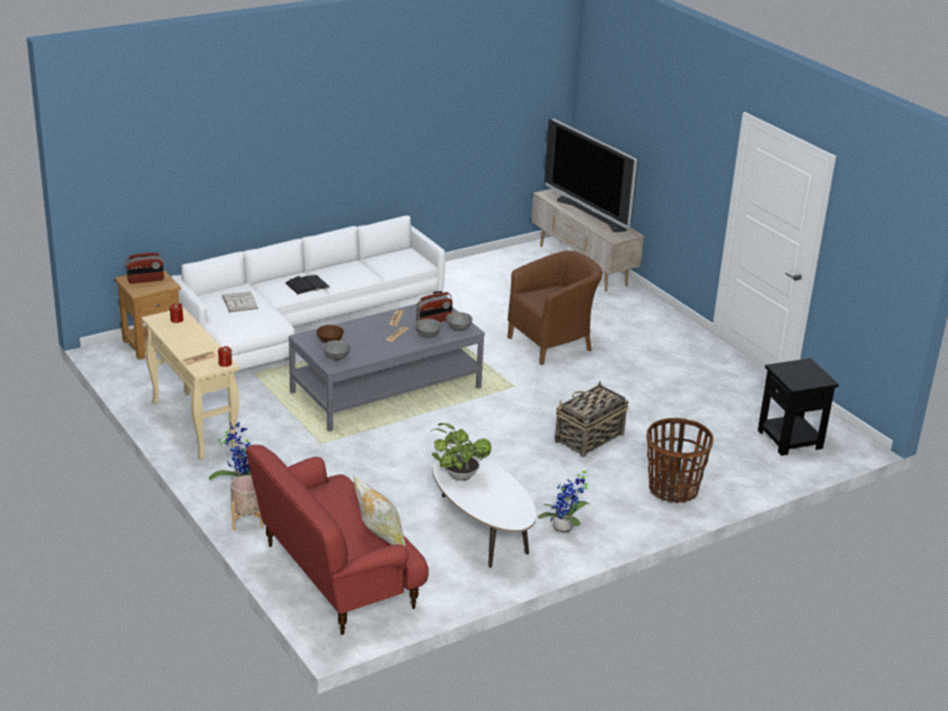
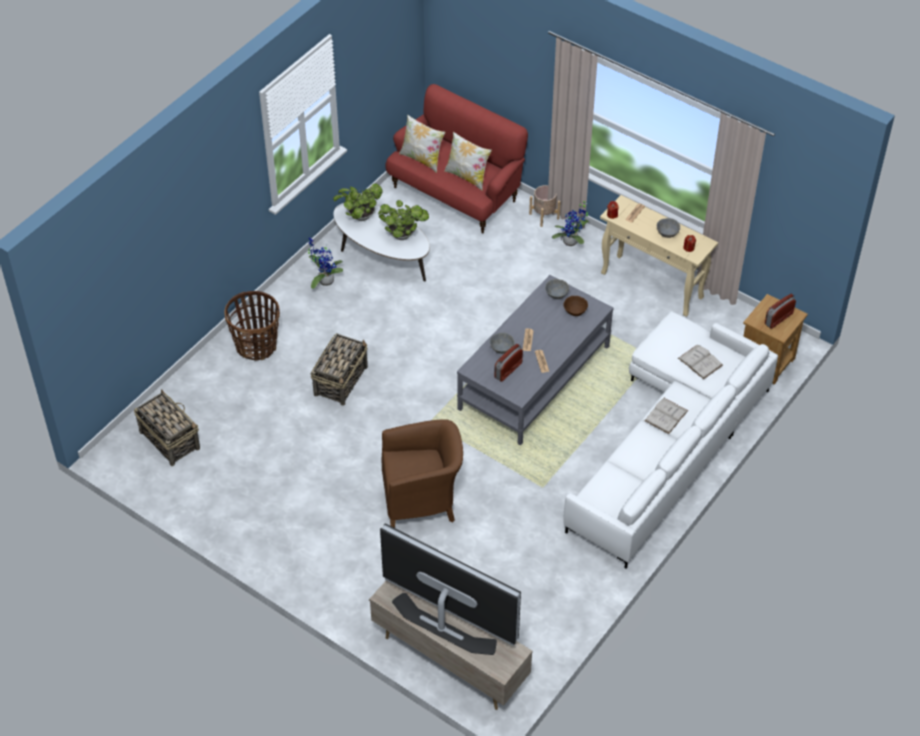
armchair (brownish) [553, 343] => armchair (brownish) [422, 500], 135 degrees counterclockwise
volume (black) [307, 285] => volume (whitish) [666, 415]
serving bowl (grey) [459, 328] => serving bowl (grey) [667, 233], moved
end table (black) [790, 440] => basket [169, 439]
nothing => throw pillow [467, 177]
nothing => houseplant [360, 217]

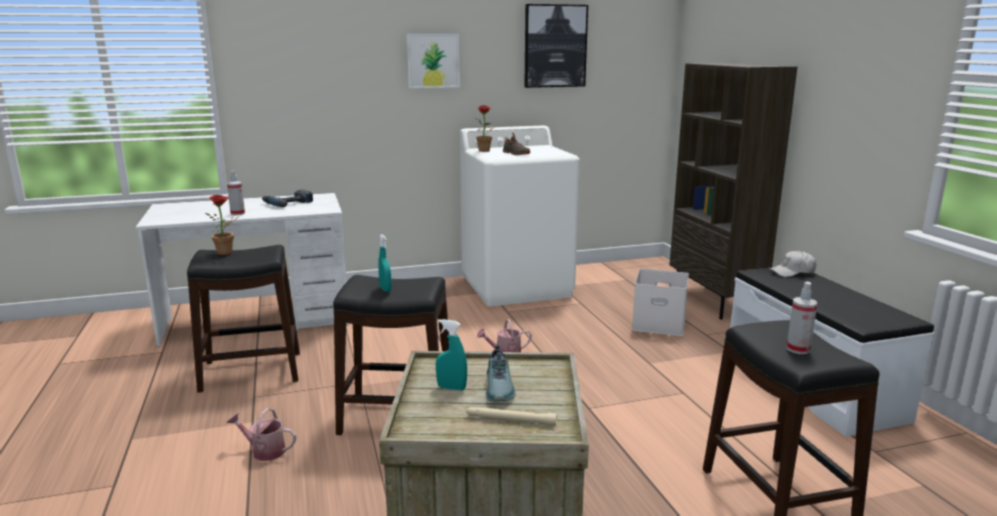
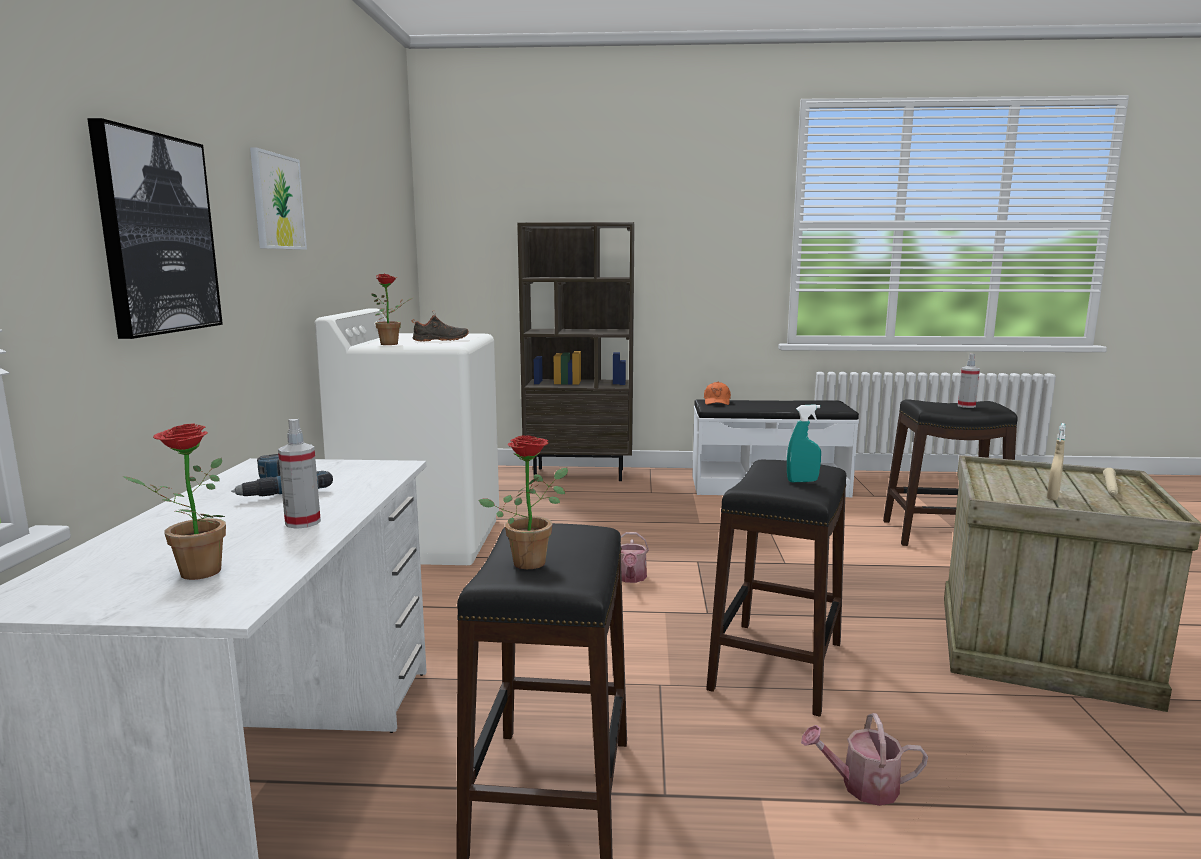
picture [555, 46] => picture [157, 234], moved
peaked cap (whitish) [792, 272] => peaked cap (orange-coloured) [717, 402]
storage bin (whitish) [660, 323] => nothing
sprayer (turquoise) [451, 388] => sprayer (sand-coloured) [1052, 497]
shoe [500, 388] => nothing
watering can [264, 451] => watering can [861, 786], 60 degrees clockwise
nothing => houseplant [191, 573]

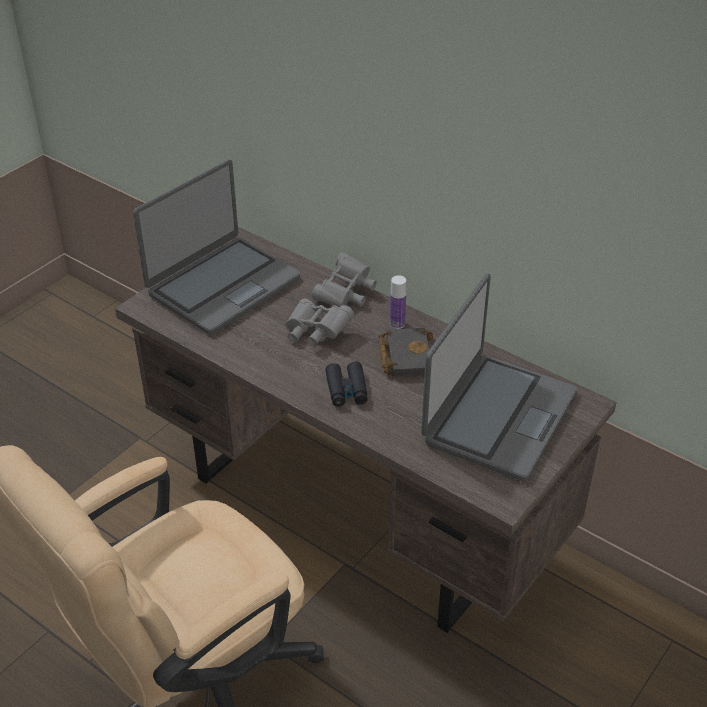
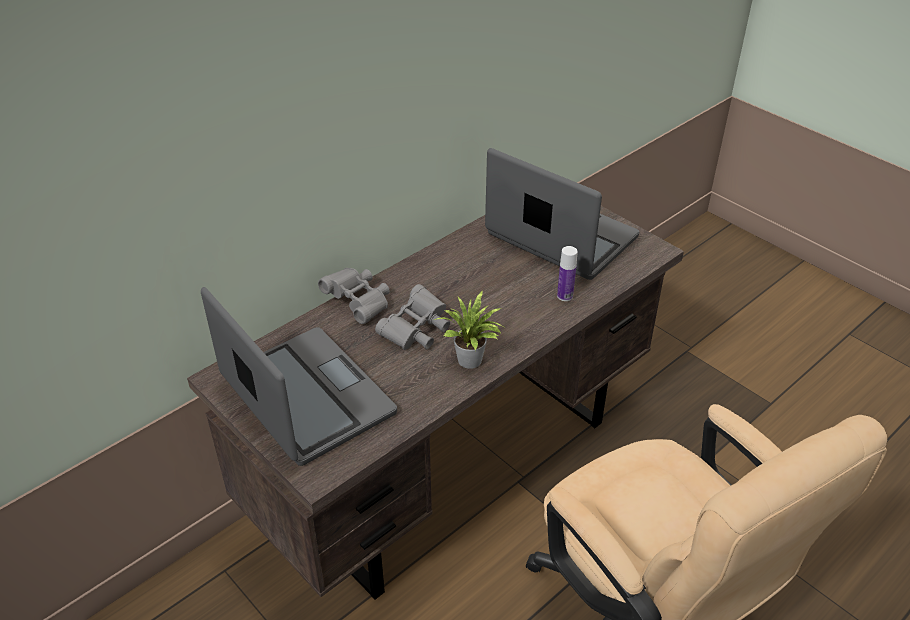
bottle [397, 324] => bottle [565, 296], moved
volume (black) [405, 356] => nothing
pair of binoculars (black) [346, 390] => nothing
nothing => houseplant [471, 362]

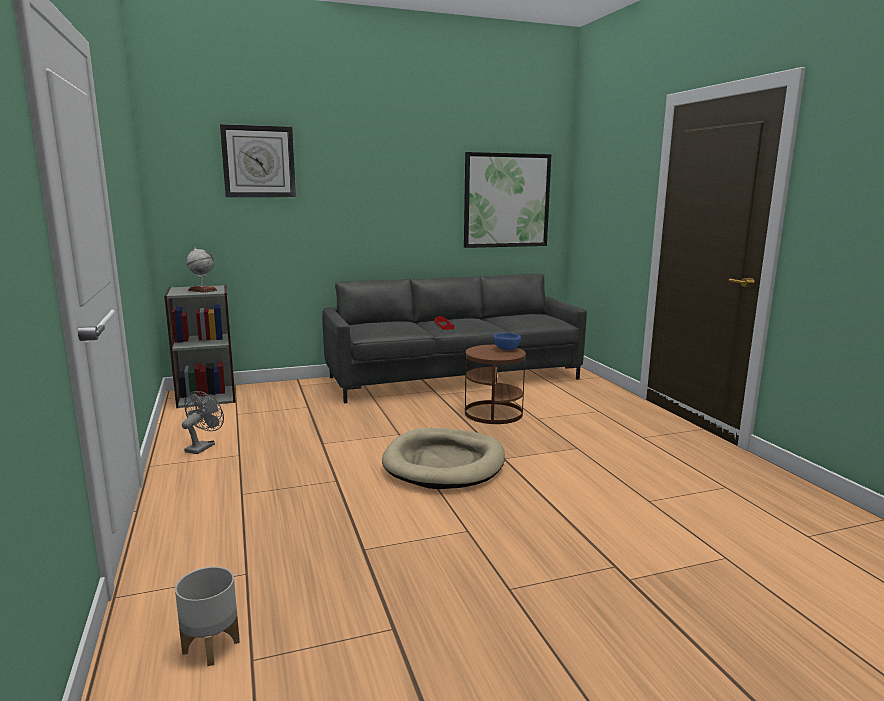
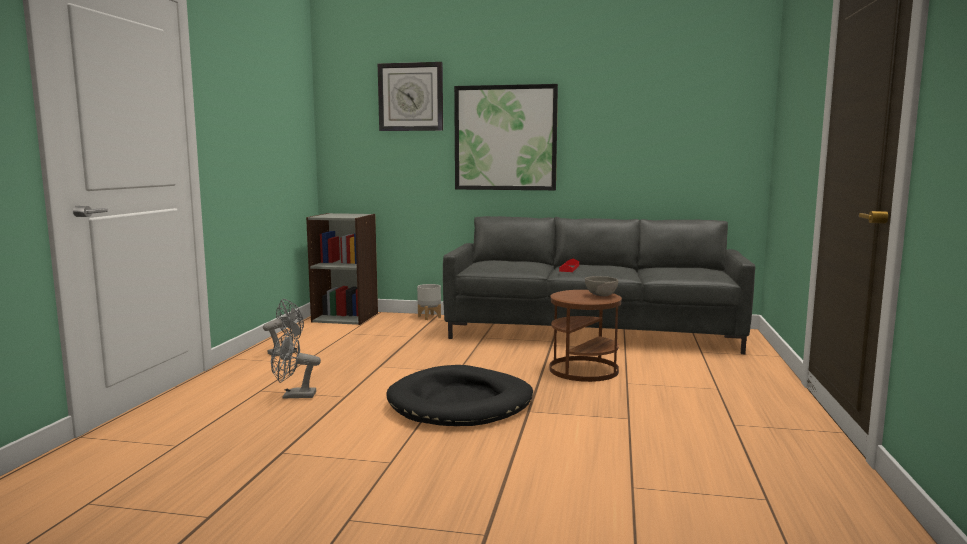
picture [506, 200] => picture [505, 138], moved
desk globe [202, 290] => nothing
serving bowl (blue) [507, 349] => serving bowl (grey) [601, 295]
dog bed (sand-coloured) [444, 463] => dog bed (black) [461, 403]
plant pot (grey) [212, 646] => plant pot (grey) [429, 317], moved
nothing => cooling fan (grey) [293, 396]

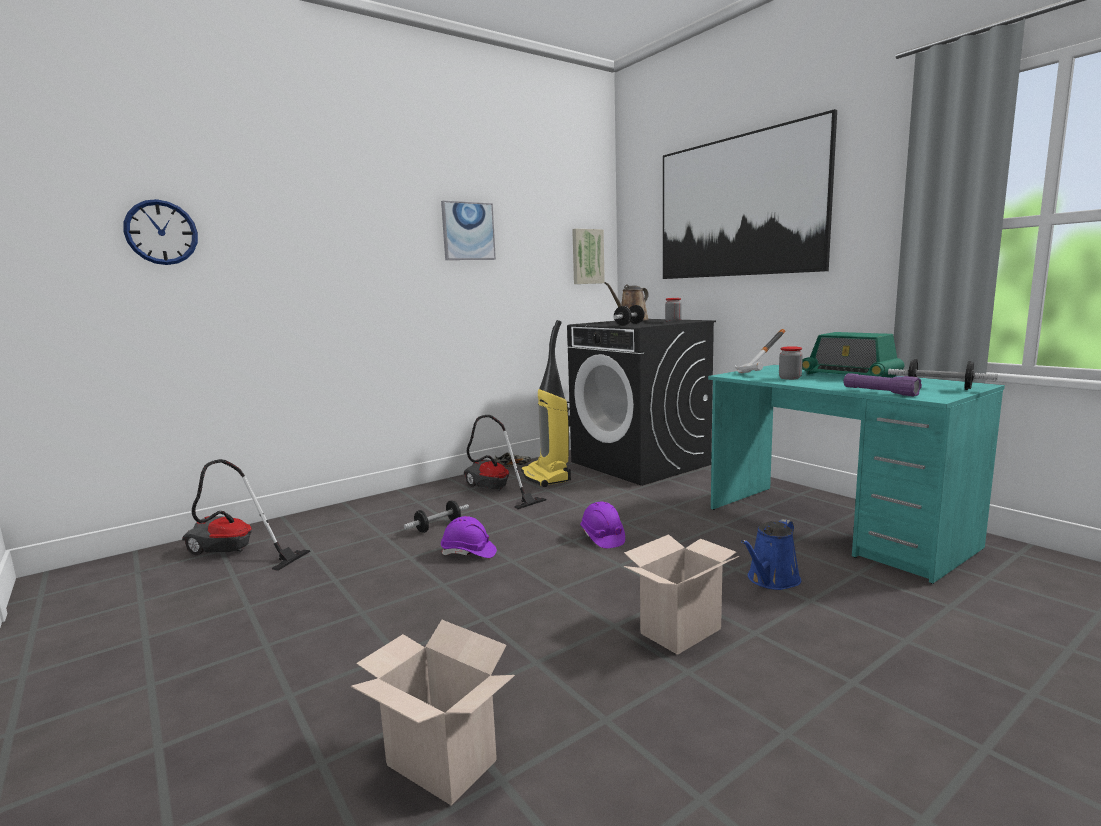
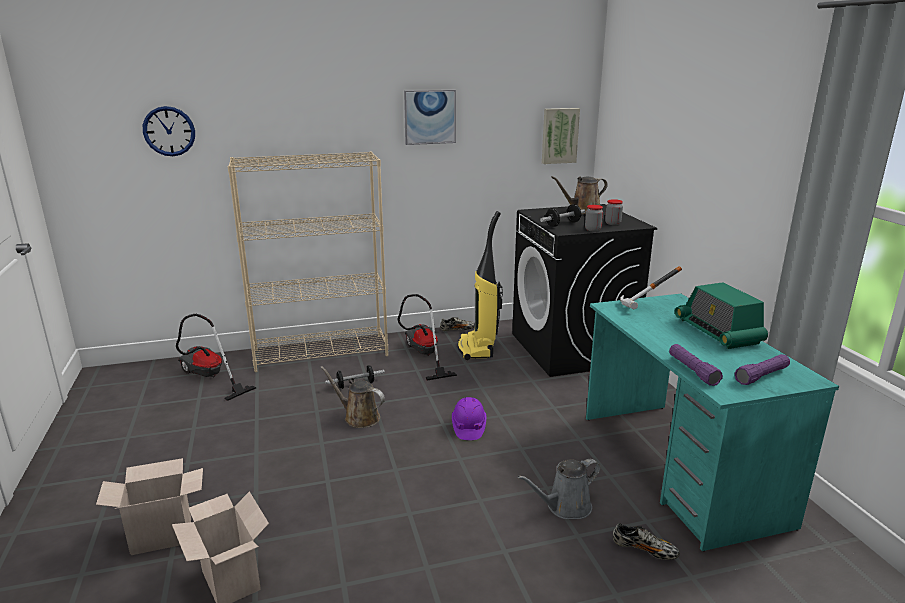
picture [738, 207] => nothing
storage jar [790, 378] => storage jar [593, 229], moved
free weight [939, 388] => torch (purplish) [762, 376]
safety helmet (purplish) [468, 553] => watering can (brownish) [359, 417]
watering can (blue) [771, 580] => watering can (grey) [565, 507]
carton [680, 629] => carton [164, 534], moved
nothing => bookshelf (sand-coloured) [321, 352]
nothing => shoe [644, 550]

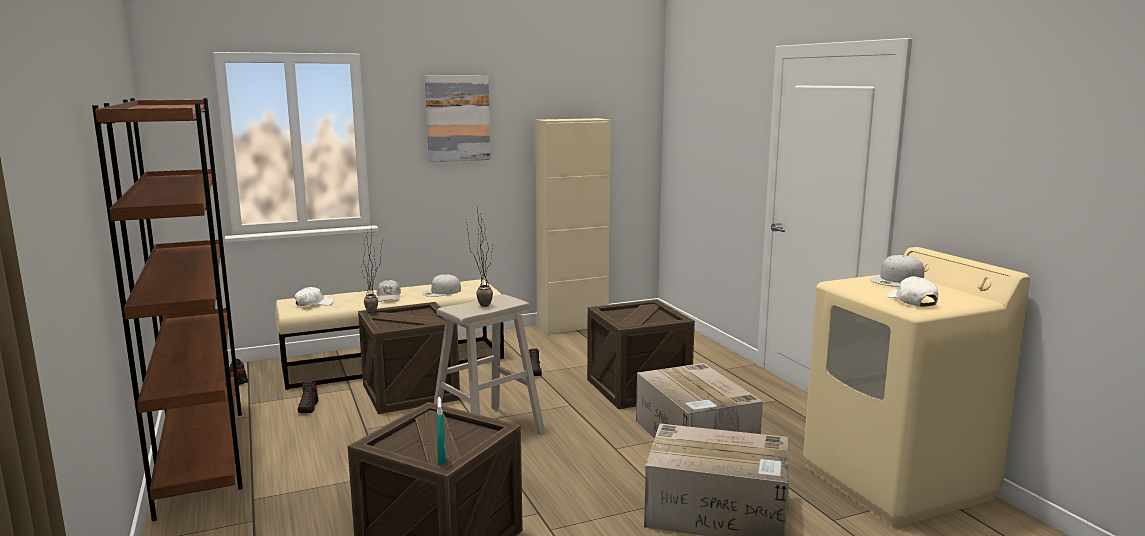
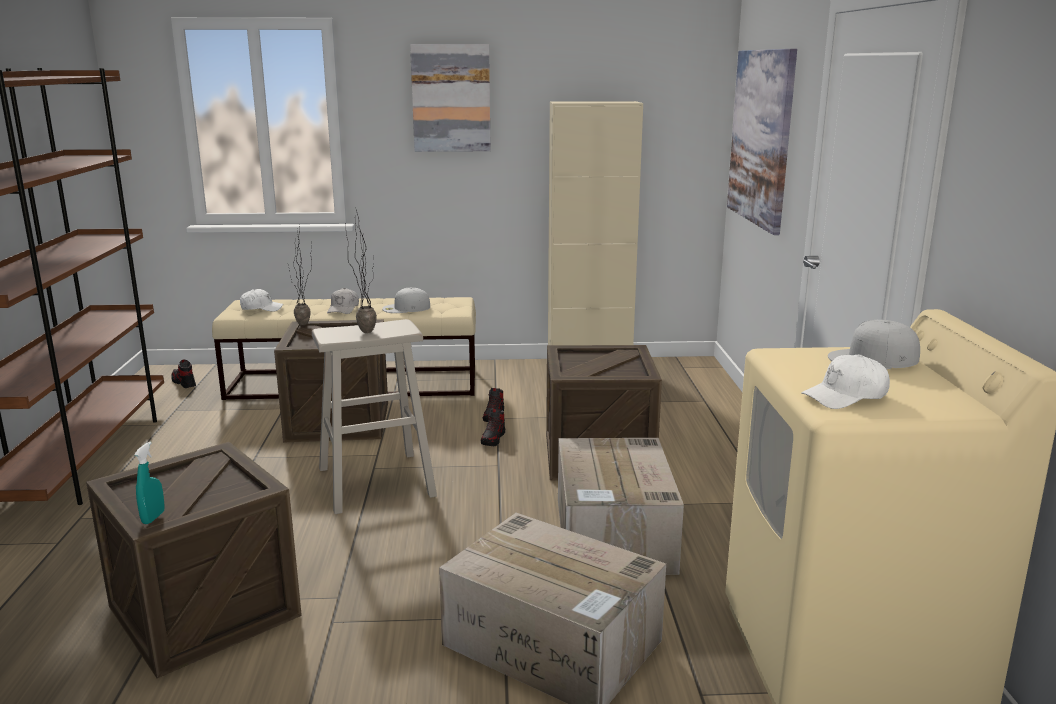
peaked cap (whitish) [911, 301] => peaked cap (whitish) [846, 396], 120 degrees counterclockwise
shoe [308, 407] => shoe [493, 439], moved
nothing => picture [761, 137]

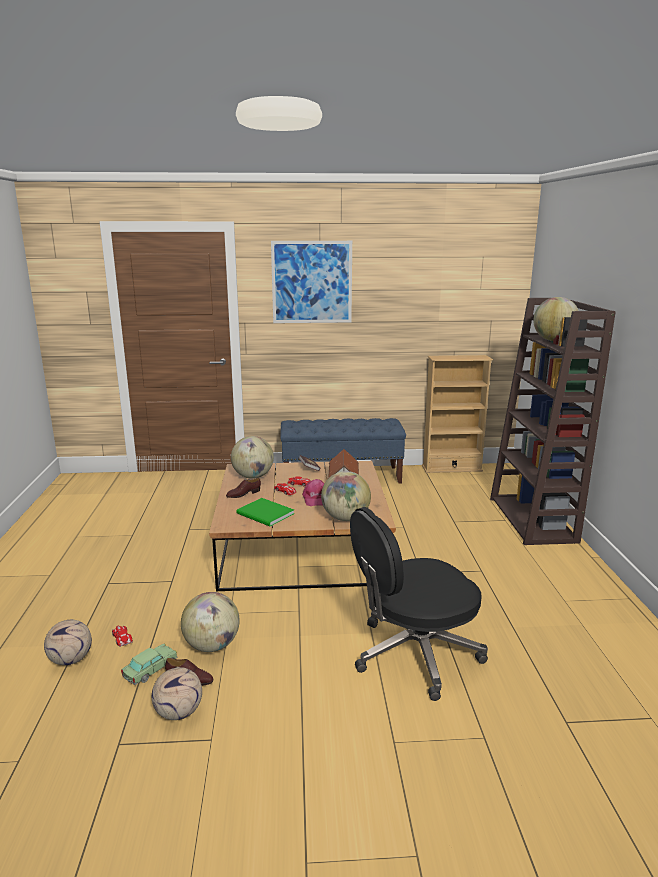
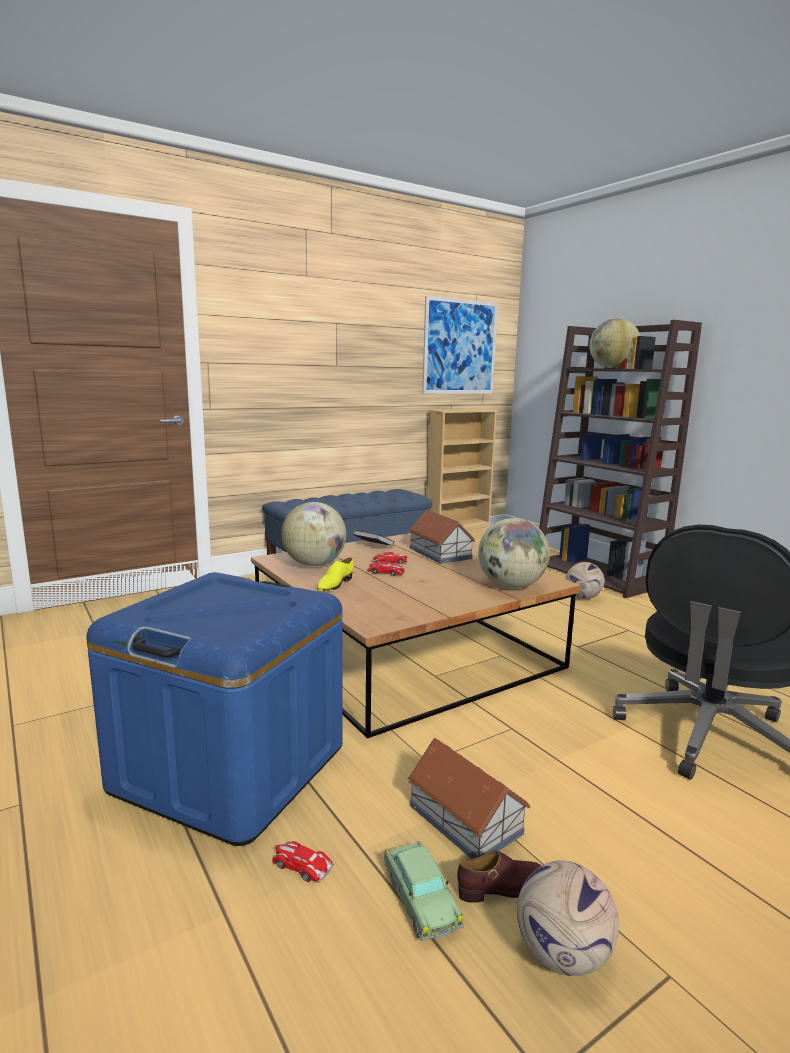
picture [312, 282] => picture [460, 347], moved
shoe (brownish) [243, 494] => shoe (yellow) [334, 584]
peaked cap (pinkish) [316, 498] => nothing
volume (green) [265, 514] => nothing
desk globe [212, 645] => miniature house [465, 818]
ball for football [70, 660] => ball for football [582, 597], moved
toy car [150, 670] => toy car [421, 900], 150 degrees clockwise
nothing => storage bin (blue) [230, 767]

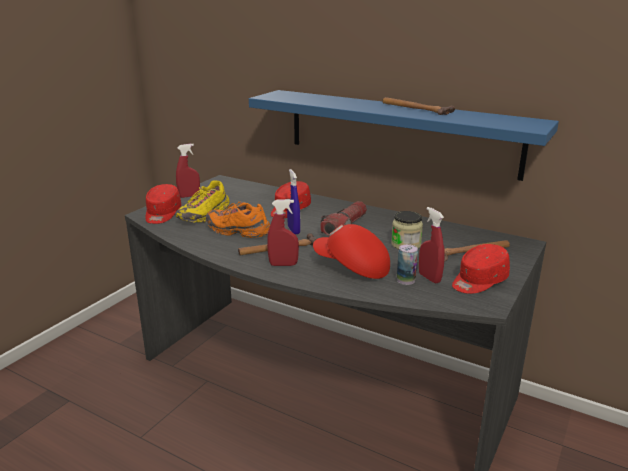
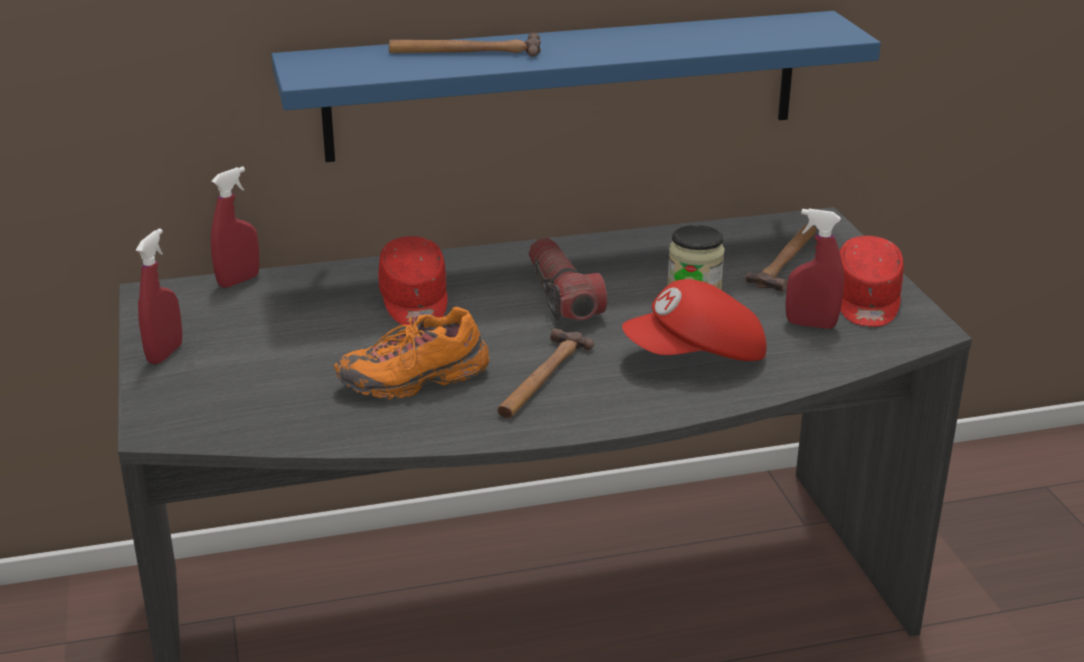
hammer [415, 108] => hammer [465, 52], moved
sprayer (blue) [293, 230] => nothing
shoe (yellow) [204, 215] => nothing
peaked cap (red) [162, 214] => nothing
sprayer (red) [283, 264] => sprayer (red) [239, 281], moved
can [406, 280] => nothing

